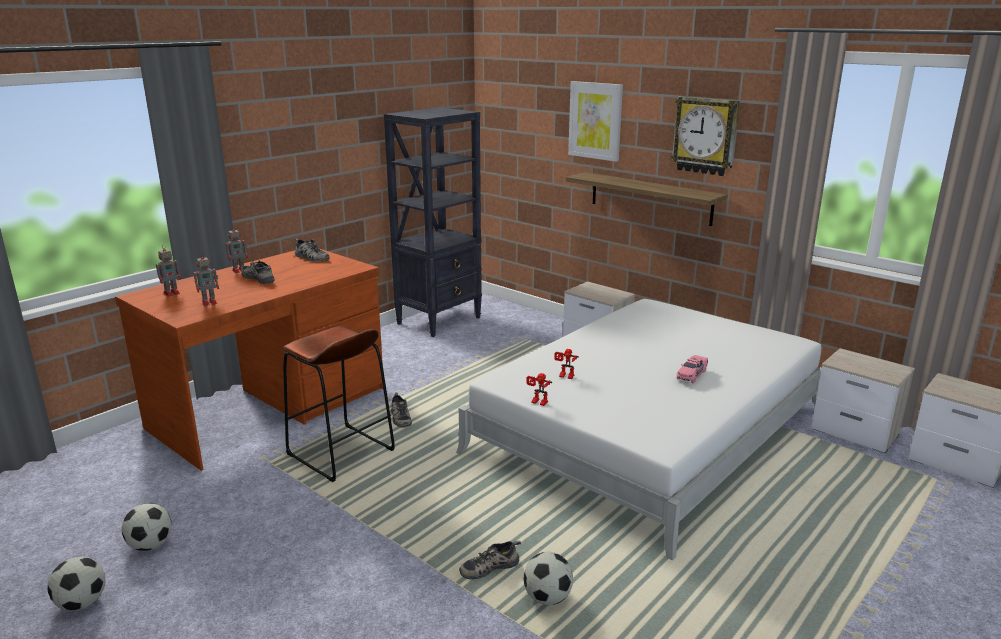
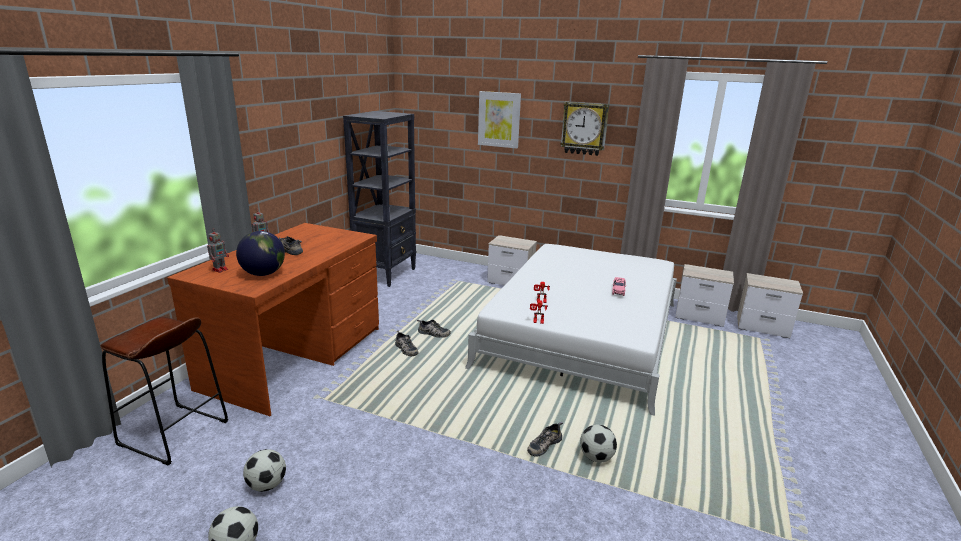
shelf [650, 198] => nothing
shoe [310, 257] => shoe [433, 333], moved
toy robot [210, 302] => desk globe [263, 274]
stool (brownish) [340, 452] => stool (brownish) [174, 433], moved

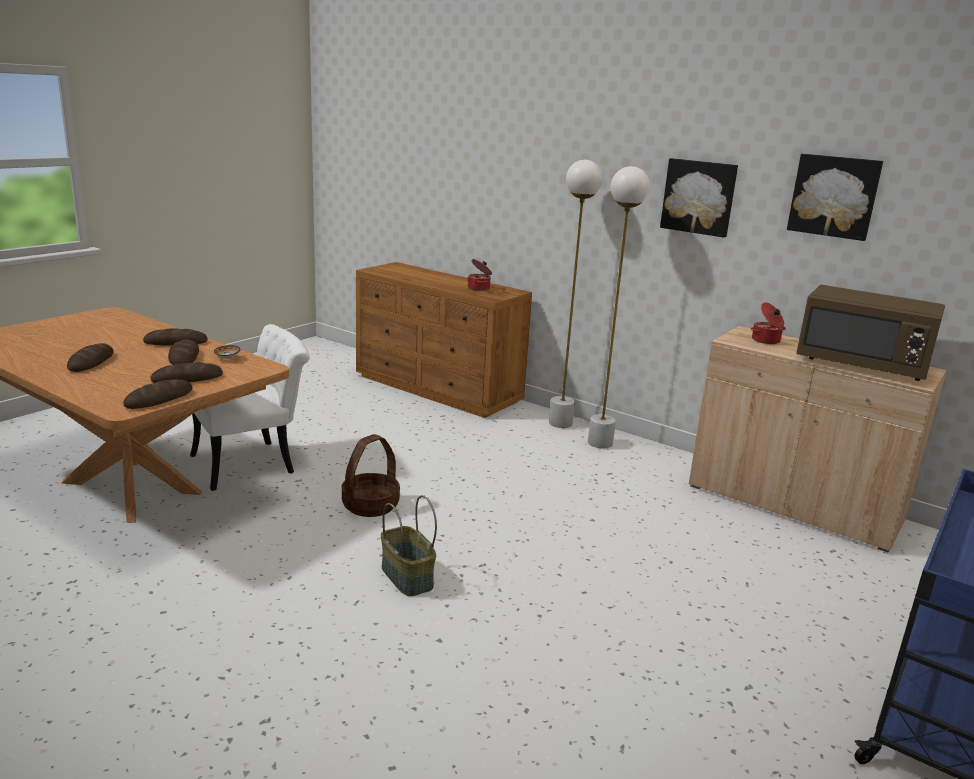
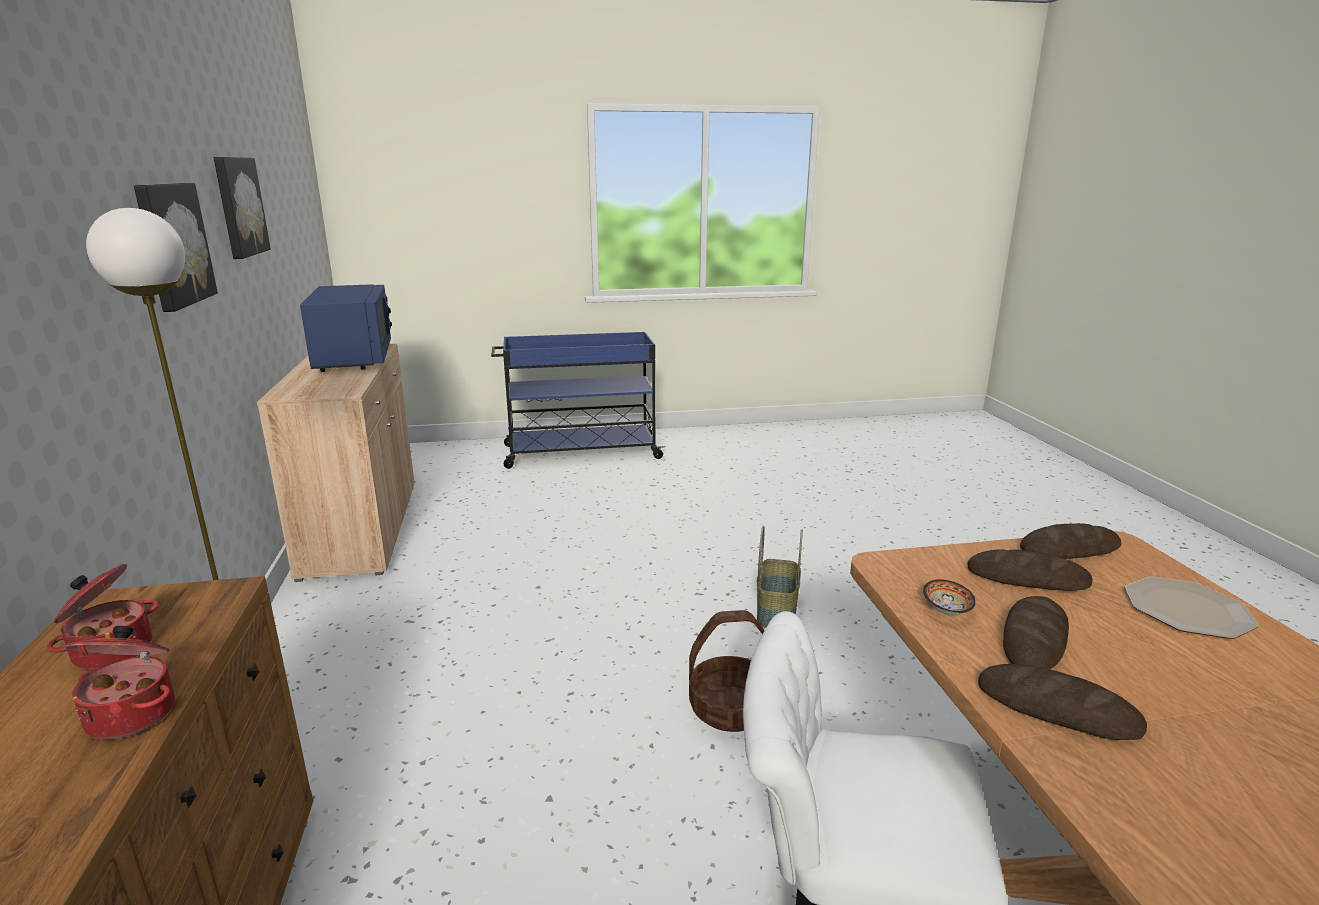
floor lamp (whitish) [600, 443] => nothing
microwave (brownish) [862, 365] => microwave (blue) [354, 358]
stockpot [766, 341] => stockpot [134, 714], moved
bakery bread [91, 362] => nothing
nothing => plate [1188, 610]

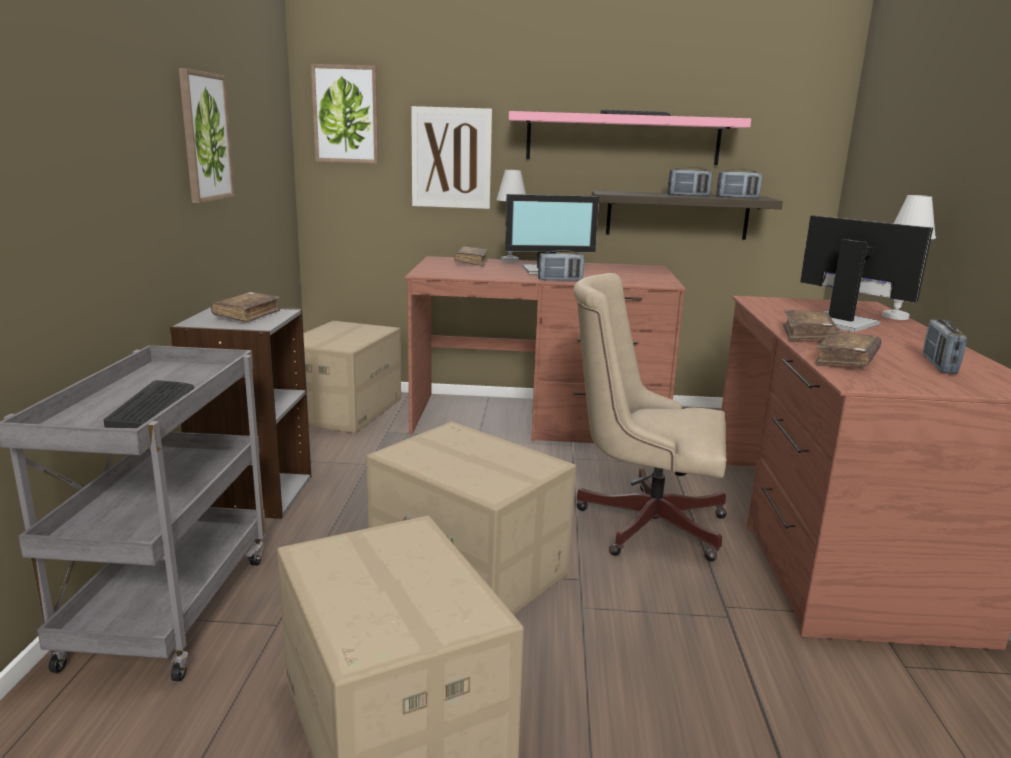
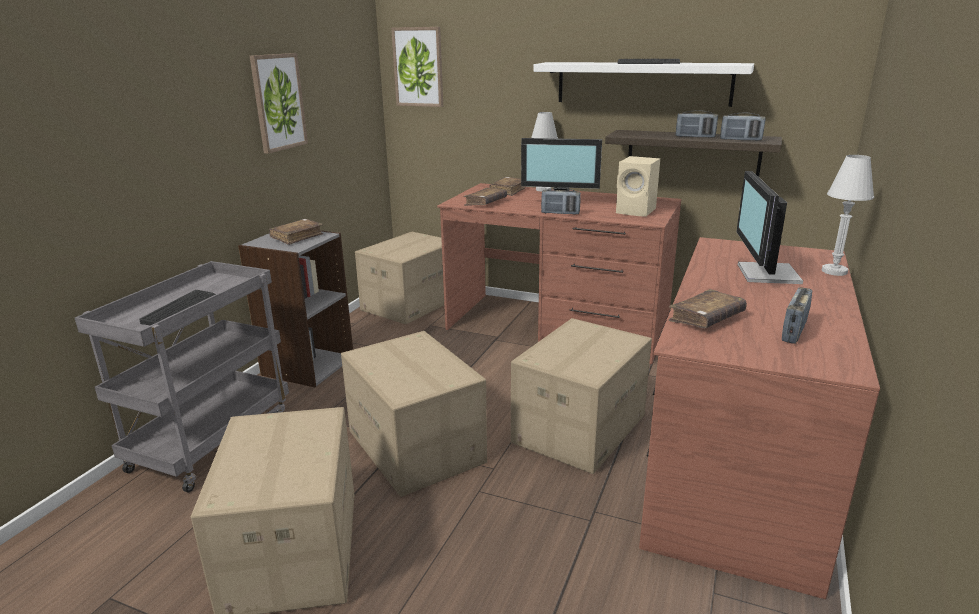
picture [451, 158] => nothing
shelf (pinkish) [622, 139] => shelf (whitish) [642, 83]
computer screen [840, 322] => computer screen [765, 274], 150 degrees counterclockwise
office chair (sand-coloured) [641, 522] => carton [578, 428]
volume (brownish) [807, 335] => volume (brownish) [485, 203], moved
nothing => loudspeaker (sand-coloured) [637, 211]

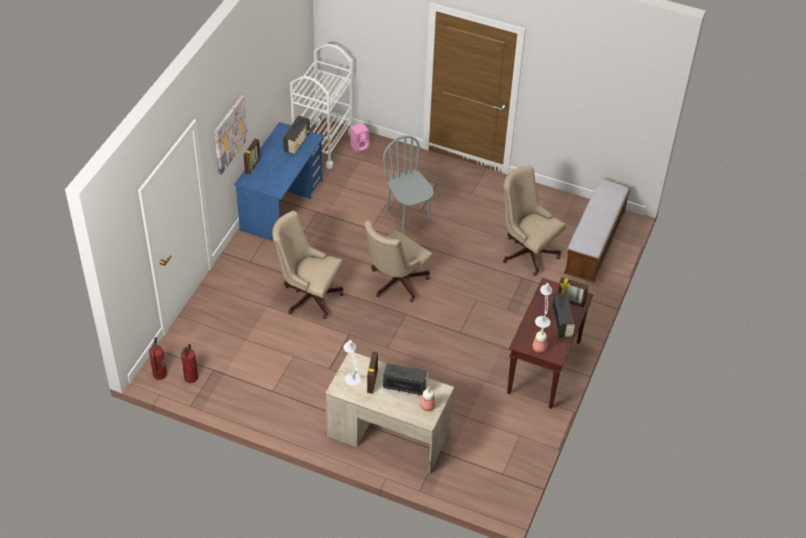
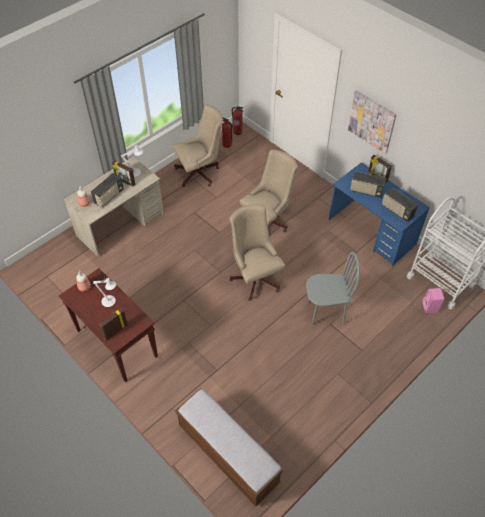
office chair (sand-coloured) [527, 251] => office chair (sand-coloured) [200, 173], moved
radio receiver [562, 323] => radio receiver [366, 191], moved

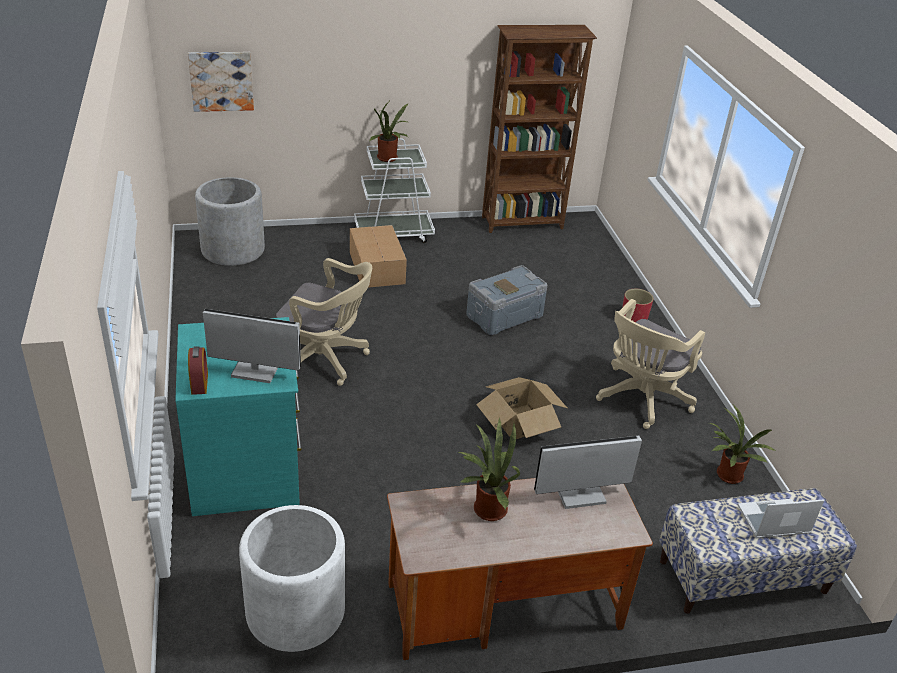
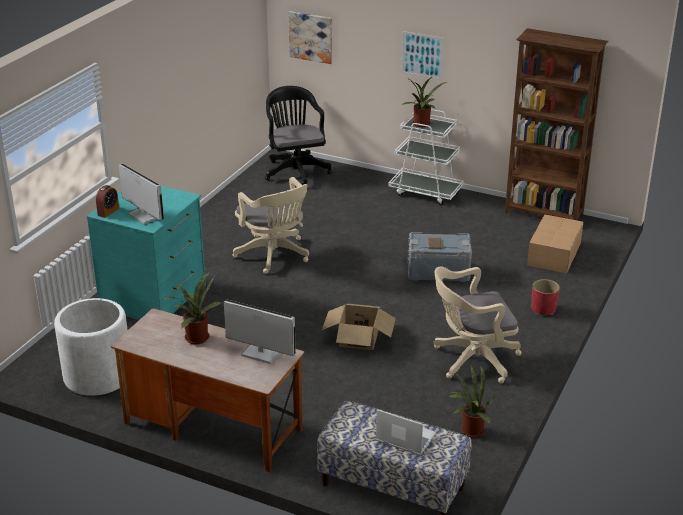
plant pot (grey) [233, 250] => office chair (black) [295, 170]
carton [376, 268] => carton [553, 254], moved
nothing => picture [422, 55]

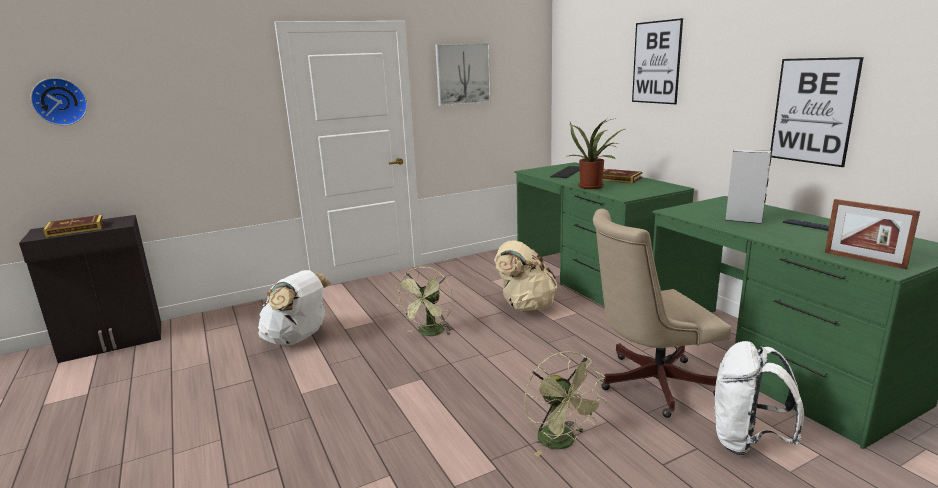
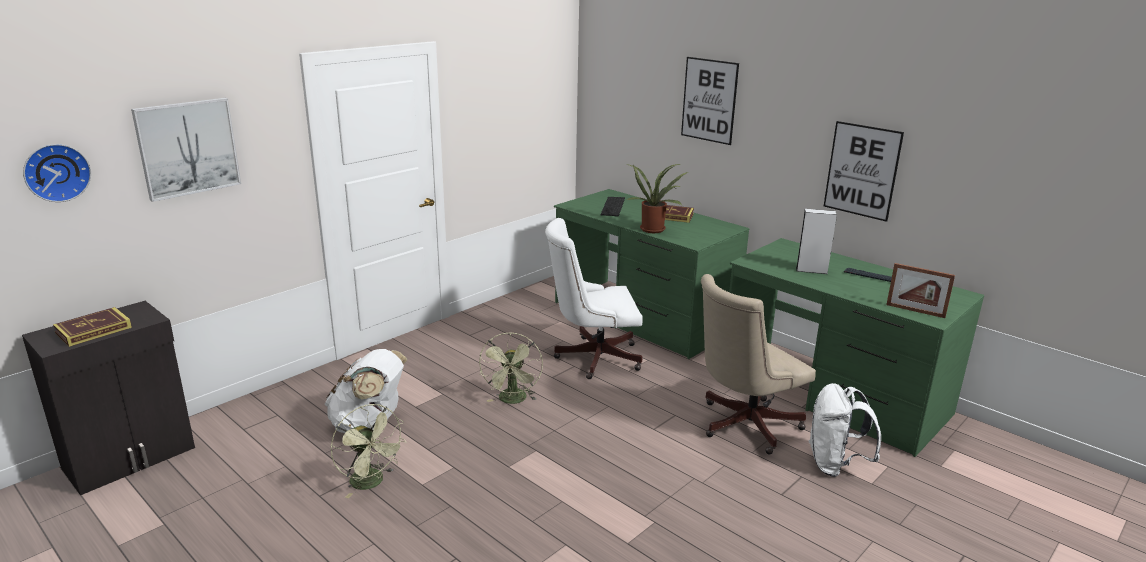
picture [463, 74] => picture [188, 148], moved
knapsack (sand-coloured) [525, 306] => office chair (whitish) [592, 357]
cooling fan (green) [562, 442] => cooling fan (green) [372, 483], moved

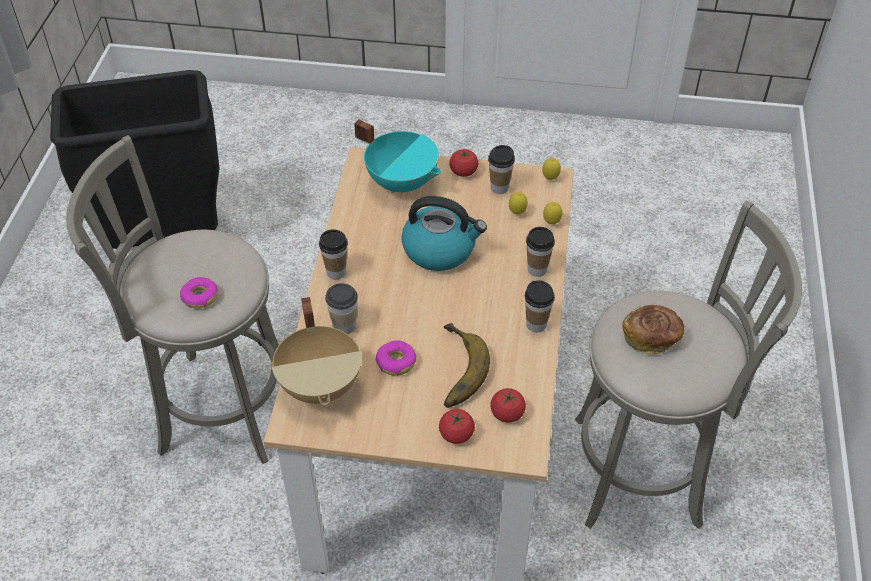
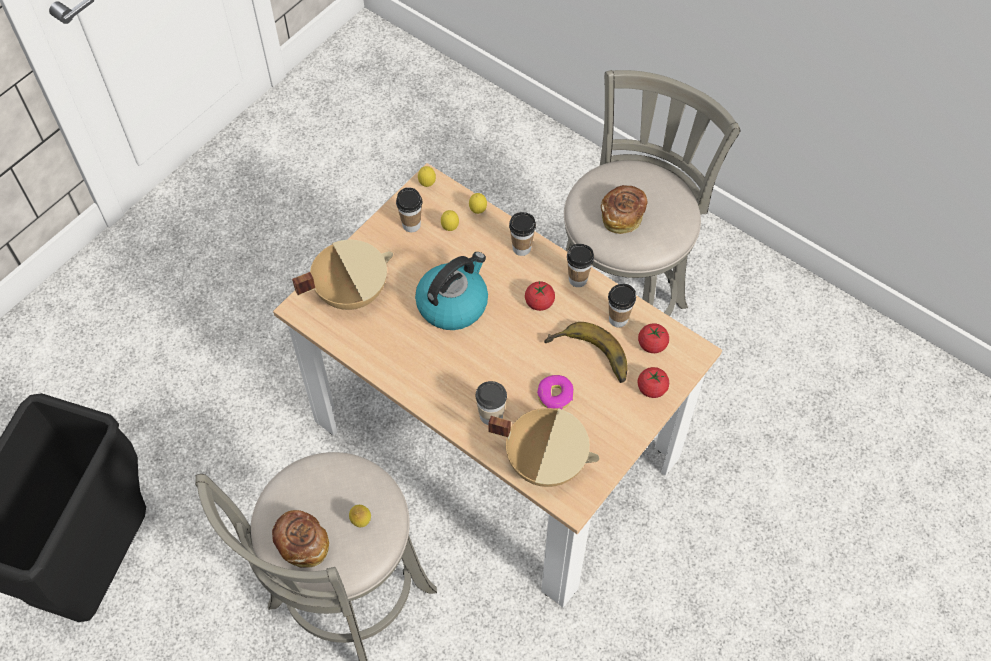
stockpot (turquoise) [402, 181] => stockpot (sand-coloured) [351, 292]
tomato [463, 171] => tomato [539, 302], moved
cup [336, 272] => cup [618, 319], moved
ring doughnut [200, 297] => lemon [361, 521]
nothing => bakery bread [302, 544]

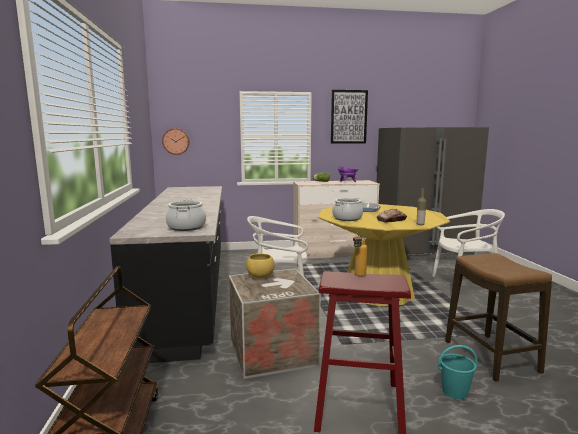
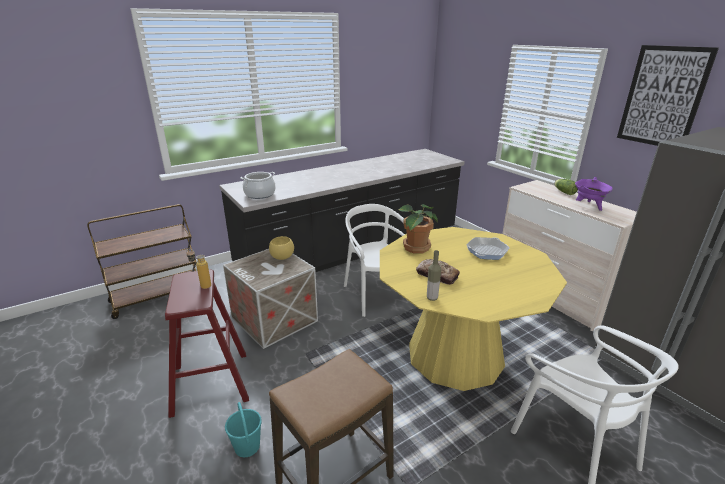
hanging clock [176, 141] => nothing
stockpot [347, 218] => houseplant [415, 248]

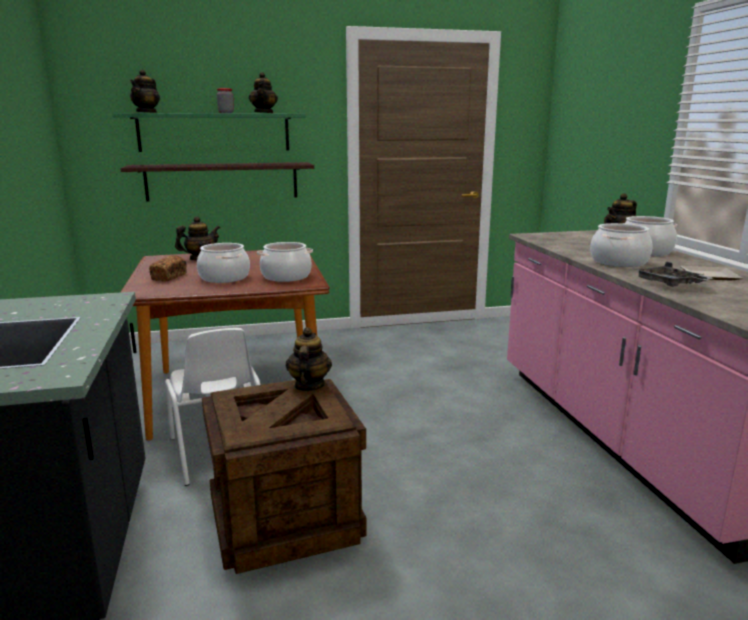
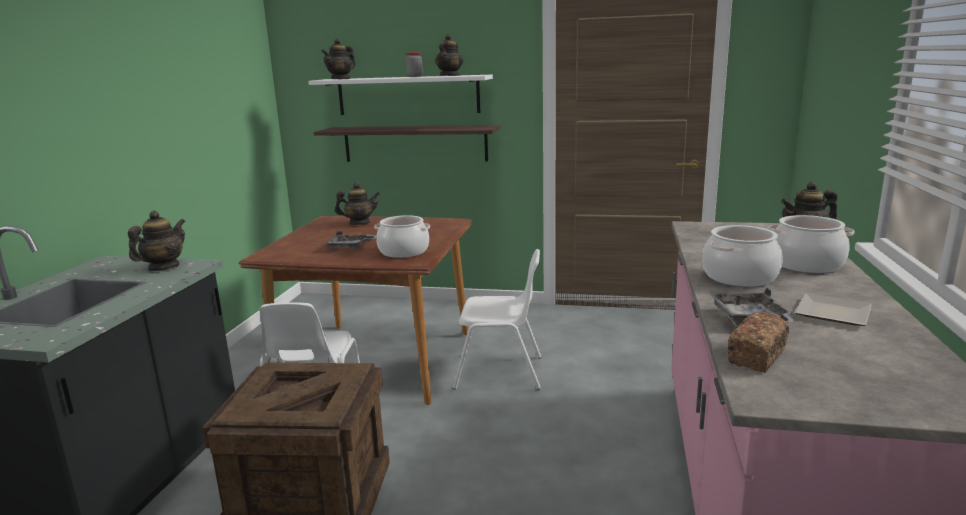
shelf (green) [214, 132] => shelf (whitish) [408, 95]
stockpot [225, 278] => carrying tray (grey) [350, 247]
bakery bread [169, 277] => bakery bread [757, 356], moved
tea pot [308, 385] => tea pot [163, 267], moved
nothing => plain chair (whitish) [500, 372]

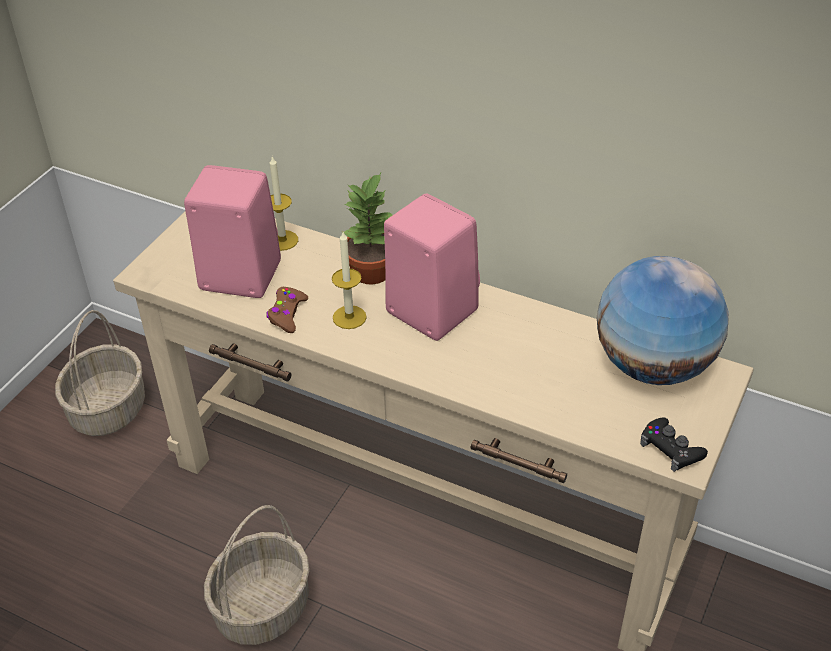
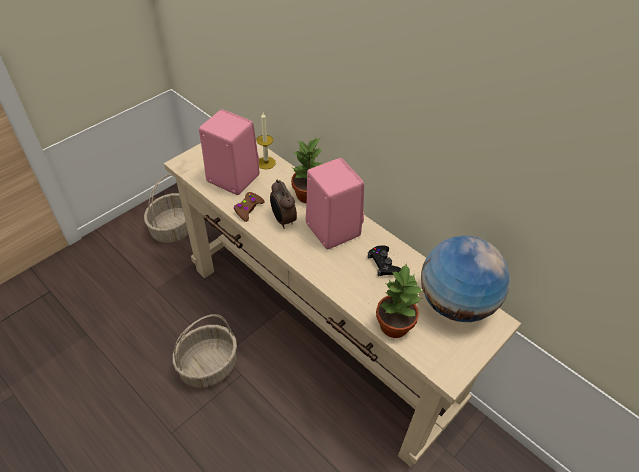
candle [349, 317] => bedside clock [283, 220]
gamepad (black) [671, 449] => gamepad (black) [383, 264], moved
nothing => houseplant [393, 324]

